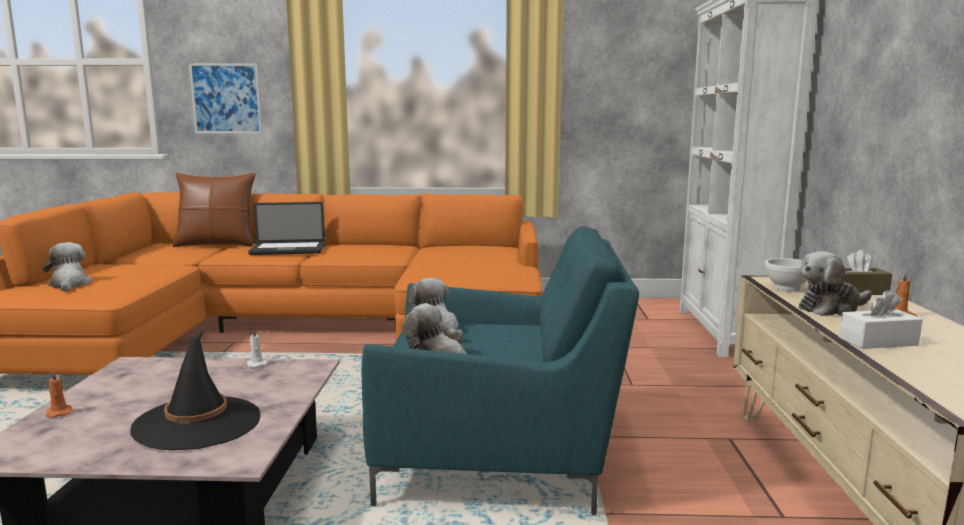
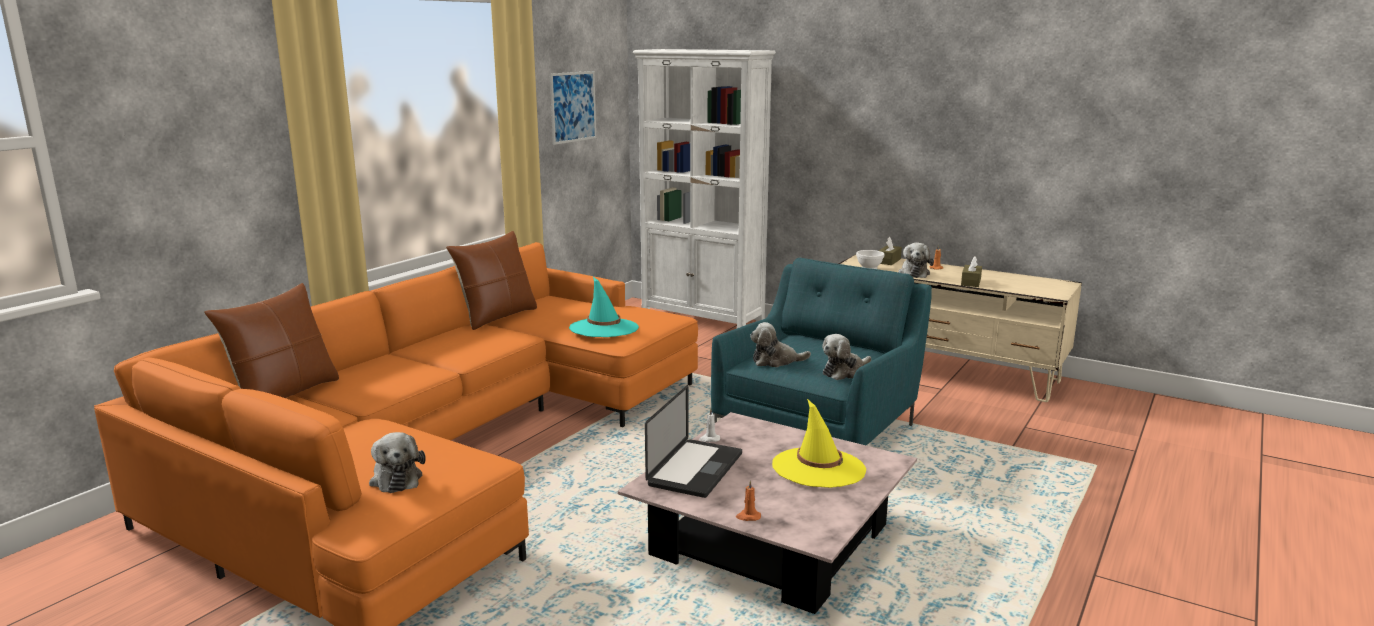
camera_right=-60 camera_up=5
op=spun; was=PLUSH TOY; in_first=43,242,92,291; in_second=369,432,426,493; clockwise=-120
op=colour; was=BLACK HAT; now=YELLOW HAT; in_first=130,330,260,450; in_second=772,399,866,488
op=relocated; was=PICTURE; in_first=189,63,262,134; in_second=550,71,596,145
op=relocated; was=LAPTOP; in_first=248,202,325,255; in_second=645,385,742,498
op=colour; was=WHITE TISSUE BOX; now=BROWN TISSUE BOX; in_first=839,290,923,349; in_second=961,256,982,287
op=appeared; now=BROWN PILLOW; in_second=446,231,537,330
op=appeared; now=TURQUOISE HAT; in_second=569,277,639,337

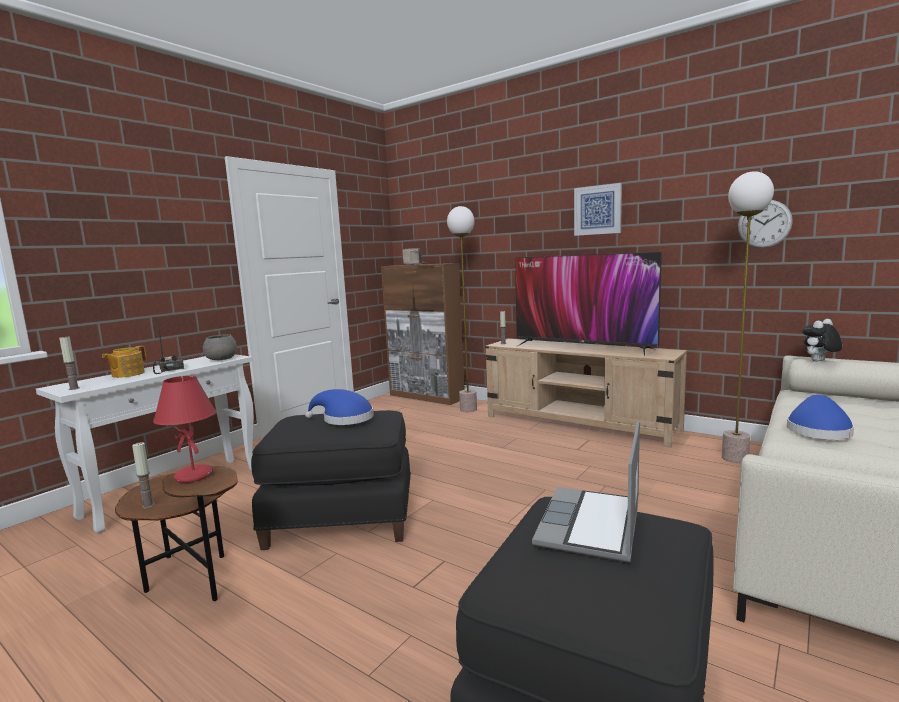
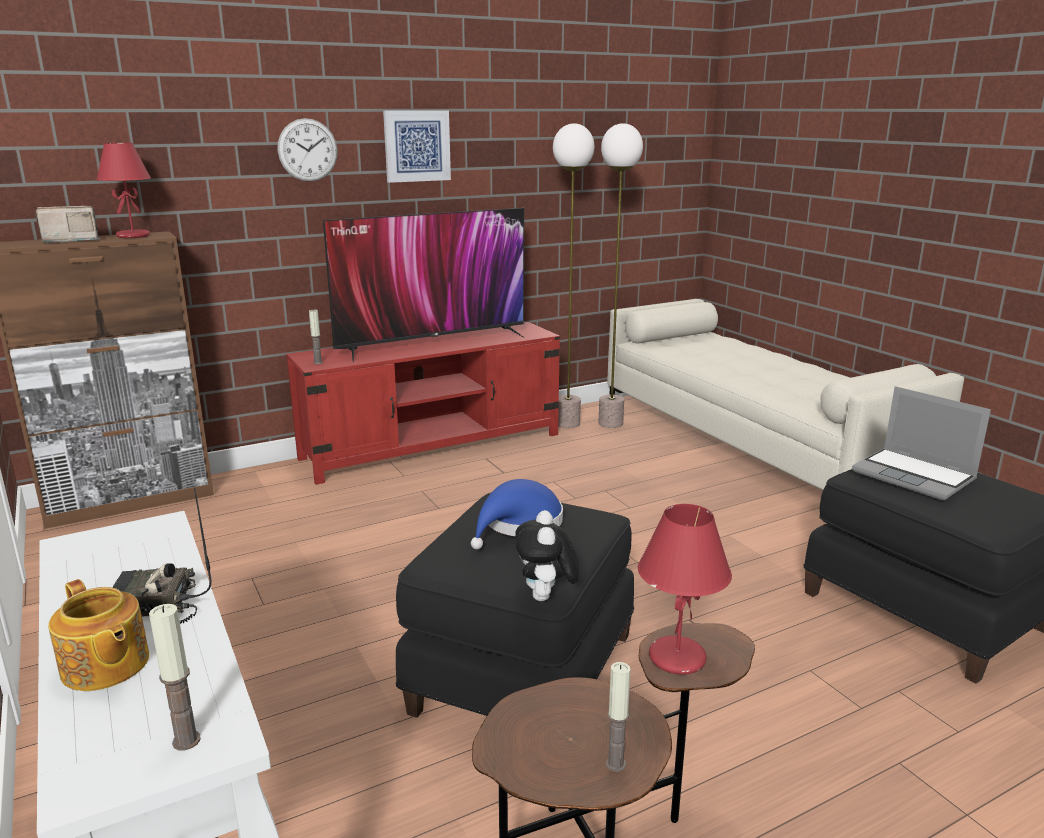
camera_right=-65 camera_up=10
op=missing; was=GREY BOWL; in_first=203,334,237,360
op=relocated; was=FLOOR LAMP; in_first=447,206,477,412; in_second=553,123,594,428
op=colour; was=BEIGE TV STAND; now=RED TV STAND; in_first=485,339,687,448; in_second=286,322,560,485
op=relocated; was=WALL CLOCK; in_first=738,200,793,248; in_second=277,118,338,182
op=missing; was=BLUE HAT; in_first=787,395,854,440
op=relocated; was=PLUSH TOY; in_first=802,319,842,362; in_second=516,510,579,601
op=appeared; now=RED TABLE LAMP; in_second=96,143,151,238

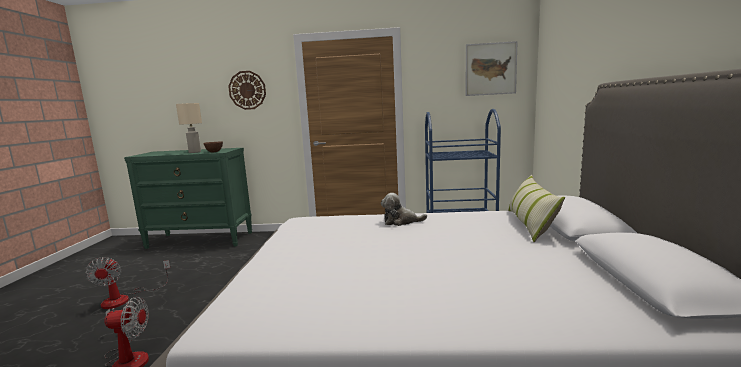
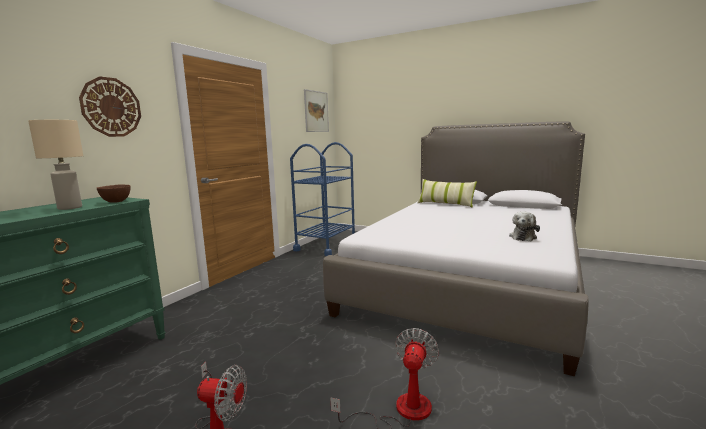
camera_right=-65 camera_up=0
op=relocated; was=PLUSH TOY; in_first=381,193,427,226; in_second=509,211,540,241

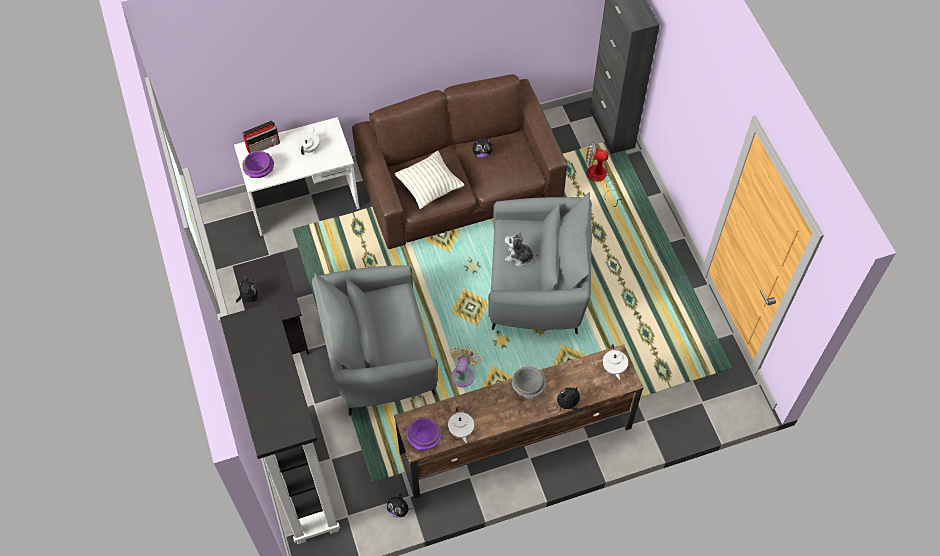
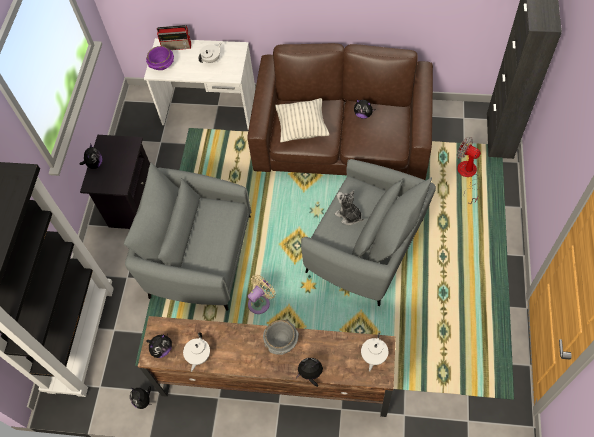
camera_right=30 camera_up=0
op=exchanged; was=PURPLE BOWL; now=PLUSH TOY; in_first=406,417,442,450; in_second=147,334,172,358

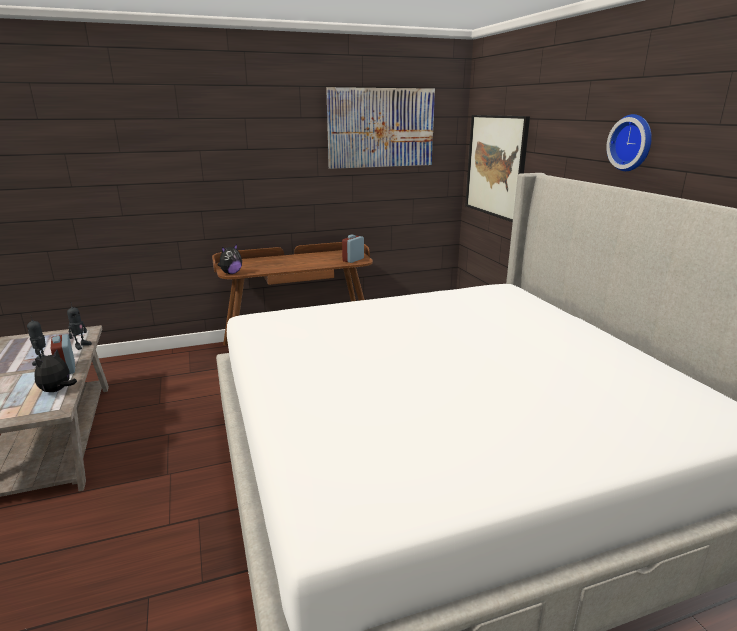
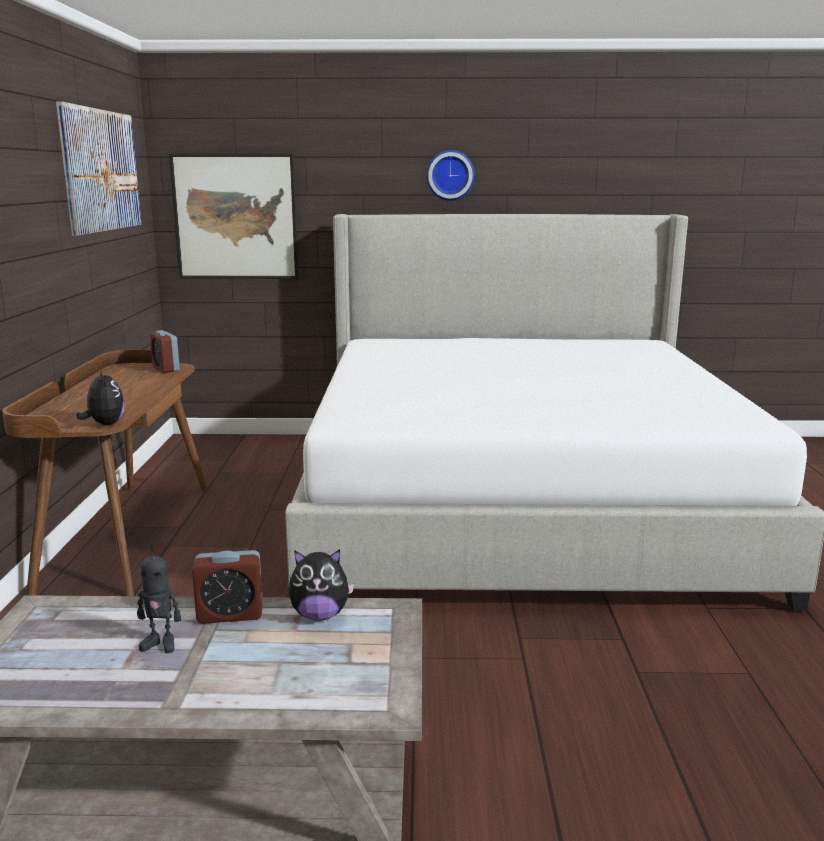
camera_right=-70 camera_up=-5
op=spun; was=PLUSH TOY; in_first=34,349,77,392; in_second=289,549,354,621; clockwise=-45
op=missing; was=TOY ROBOT; in_first=67,304,92,350

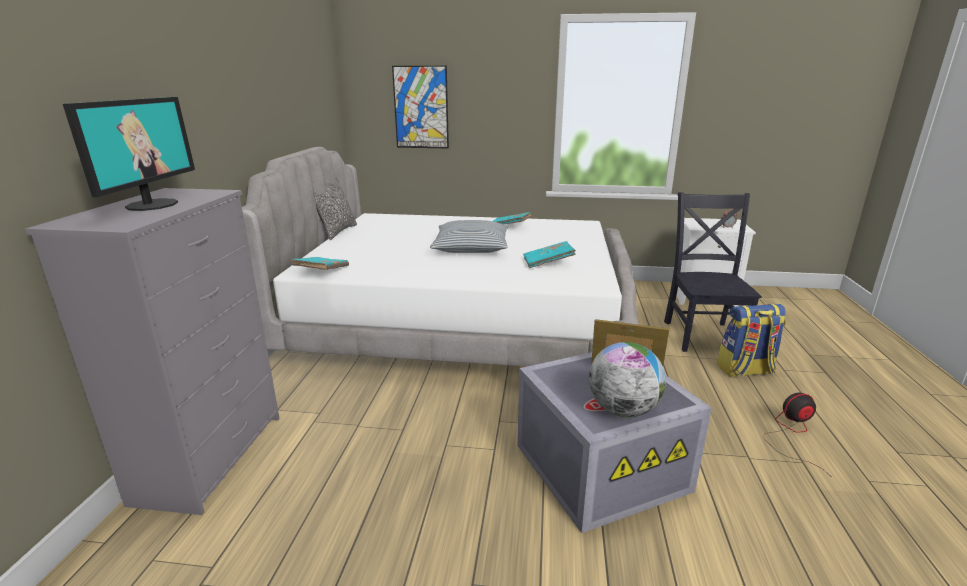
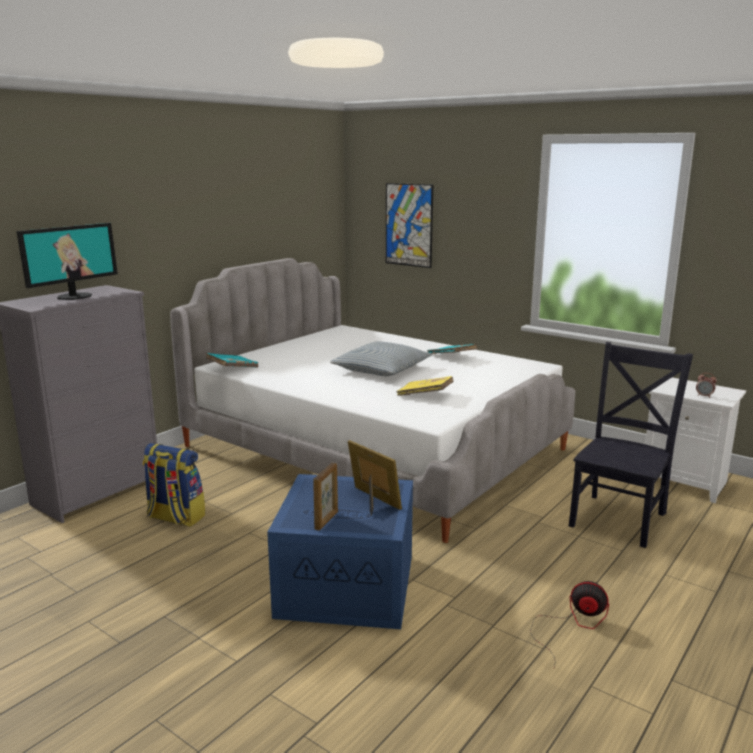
camera_right=30 camera_up=-5
op=missing; was=PILLOW; in_first=314,176,357,240
op=colour; was=GREY STORAGE BOX; now=BLUE STORAGE BOX; in_first=517,352,712,533; in_second=267,474,413,629
op=colour; was=TURQUOISE BOOK; now=YELLOW BOOK; in_first=523,241,576,268; in_second=397,376,454,396
op=exchanged; was=GLOBE; now=PICTURE FRAME; in_first=589,342,666,417; in_second=313,463,338,531
op=relocated; was=BACKPACK; in_first=717,304,786,377; in_second=143,443,205,527

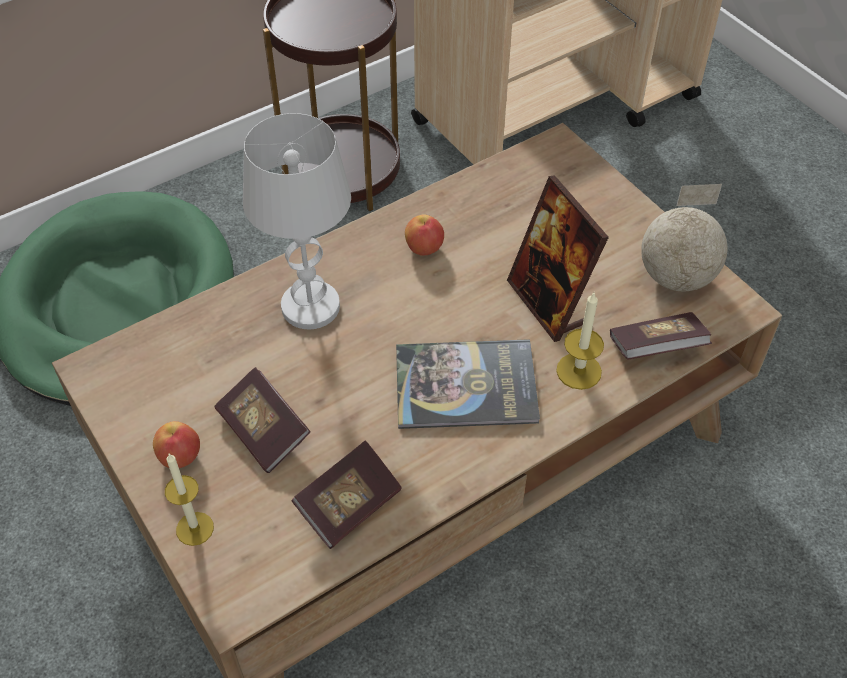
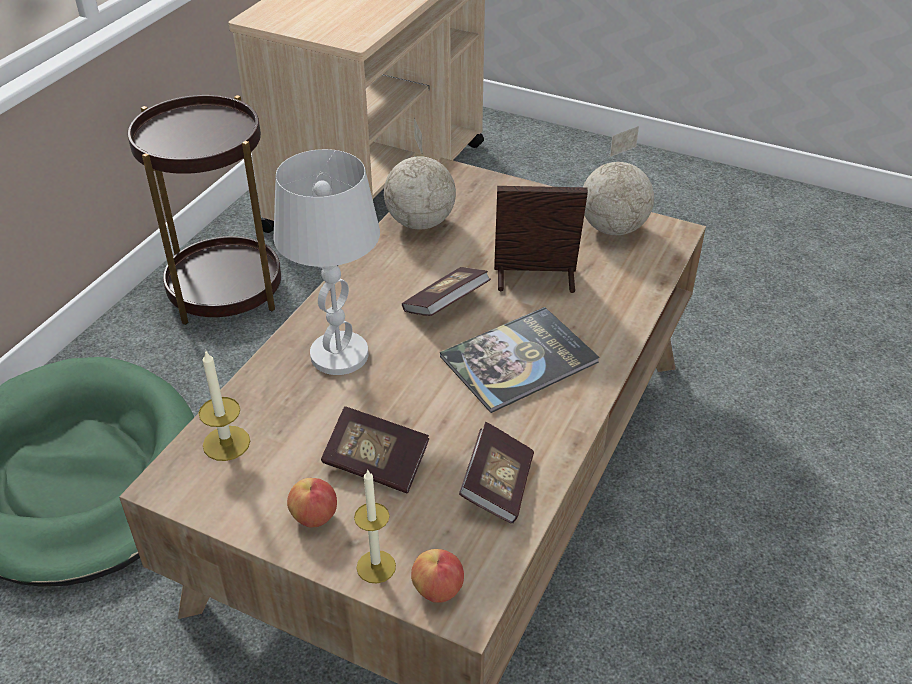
camera_right=-30 camera_up=-10
op=relocated; was=APPLE; in_first=405,214,444,256; in_second=411,549,464,603
op=spun; was=PICTURE FRAME; in_first=507,175,609,342; in_second=494,186,588,293; clockwise=150
op=relocated; was=CANDLE; in_first=556,291,604,390; in_second=199,351,250,461
op=relocated; was=BOOK; in_first=610,312,712,360; in_second=402,267,491,316
op=appeared; now=GLOBE; in_second=384,118,456,229

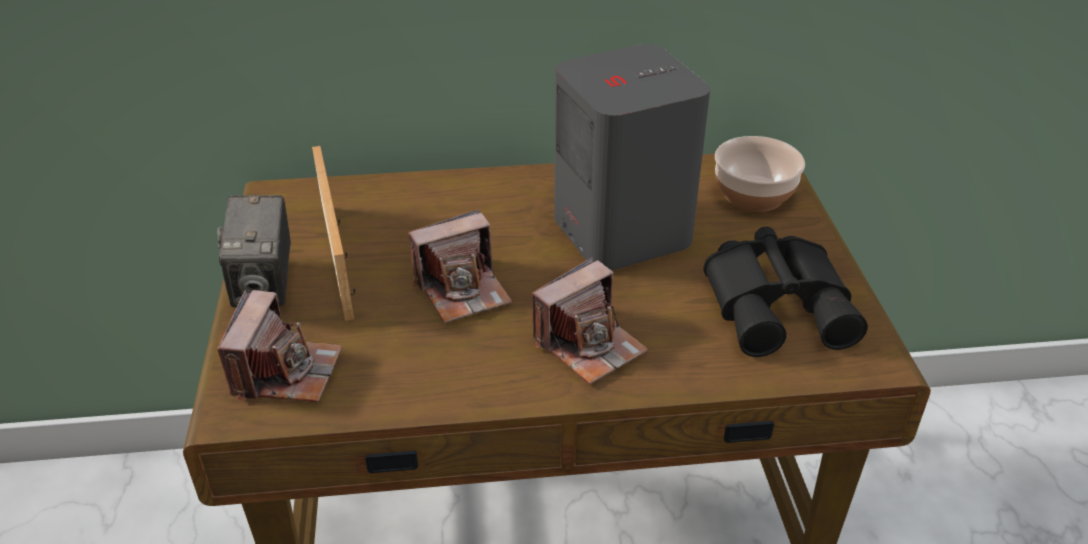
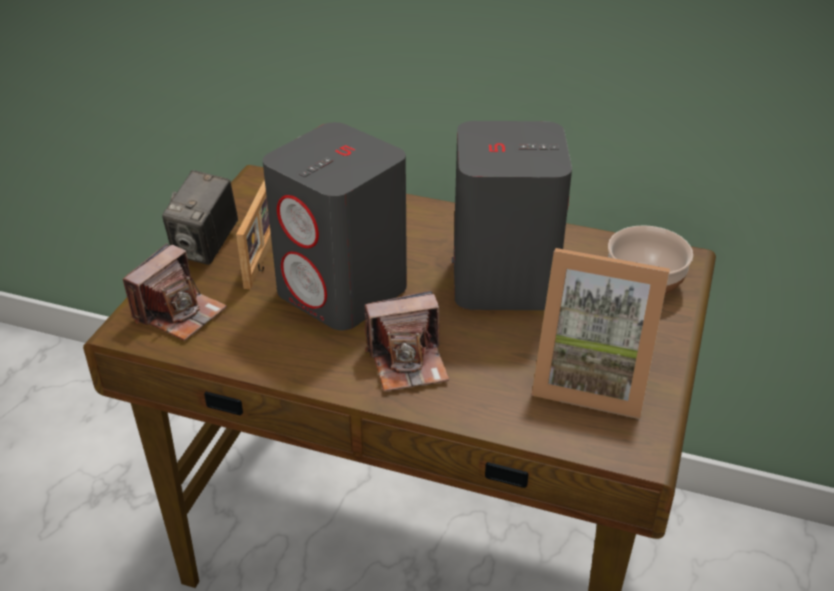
camera_right=25 camera_up=0
op=exchanged; was=PHOTO CAMERA; now=GREY SPEAKER; in_first=408,210,512,323; in_second=263,122,407,331
op=exchanged; was=BLACK BINOCULARS; now=PICTURE FRAME; in_first=704,226,868,357; in_second=531,248,670,419

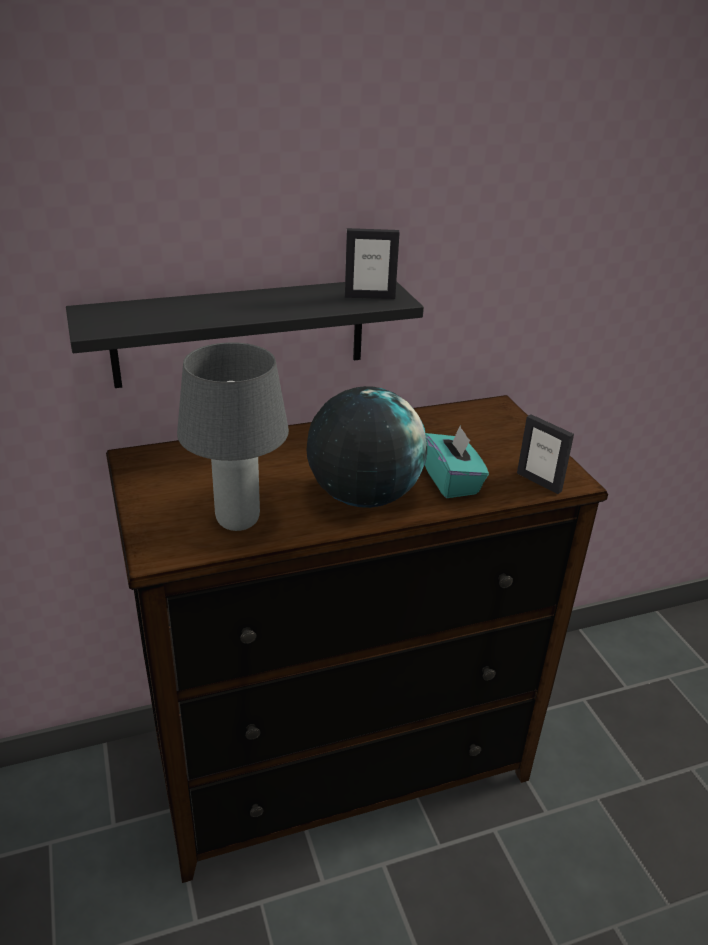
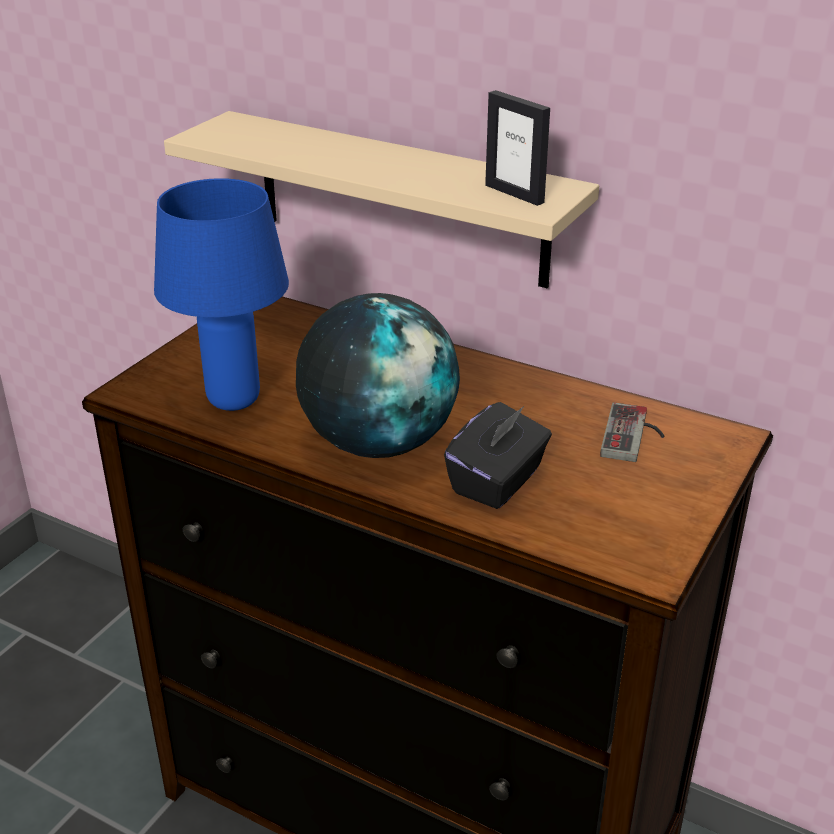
camera_right=50 camera_up=0
op=colour; was=BLACK SHELF; now=BEIGE SHELF; in_first=66,281,424,388; in_second=164,111,599,288
op=colour; was=GREY TABLE LAMP; now=BLUE TABLE LAMP; in_first=177,342,289,531; in_second=154,178,289,411
op=colour; was=TURQUOISE TISSUE BOX; now=BLACK TISSUE BOX; in_first=425,426,489,498; in_second=444,402,552,509
op=missing; was=PICTURE FRAME; in_first=517,414,574,494
op=appeared; now=GAME CONTROLLER; in_second=600,402,665,462

